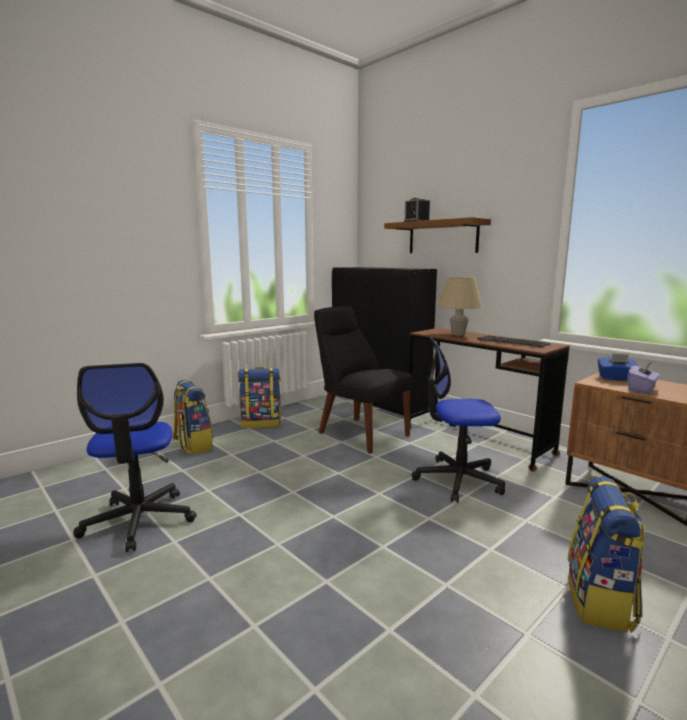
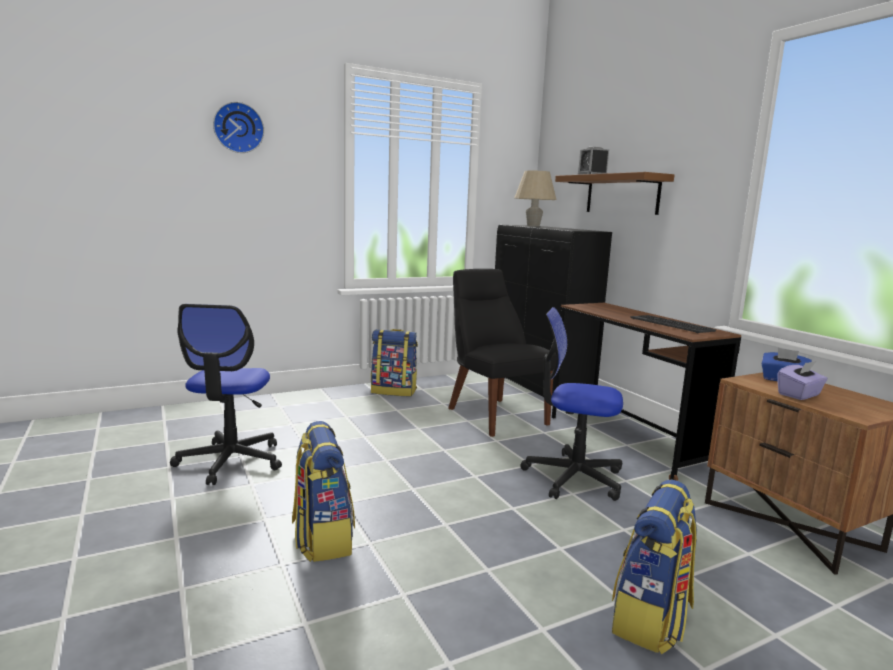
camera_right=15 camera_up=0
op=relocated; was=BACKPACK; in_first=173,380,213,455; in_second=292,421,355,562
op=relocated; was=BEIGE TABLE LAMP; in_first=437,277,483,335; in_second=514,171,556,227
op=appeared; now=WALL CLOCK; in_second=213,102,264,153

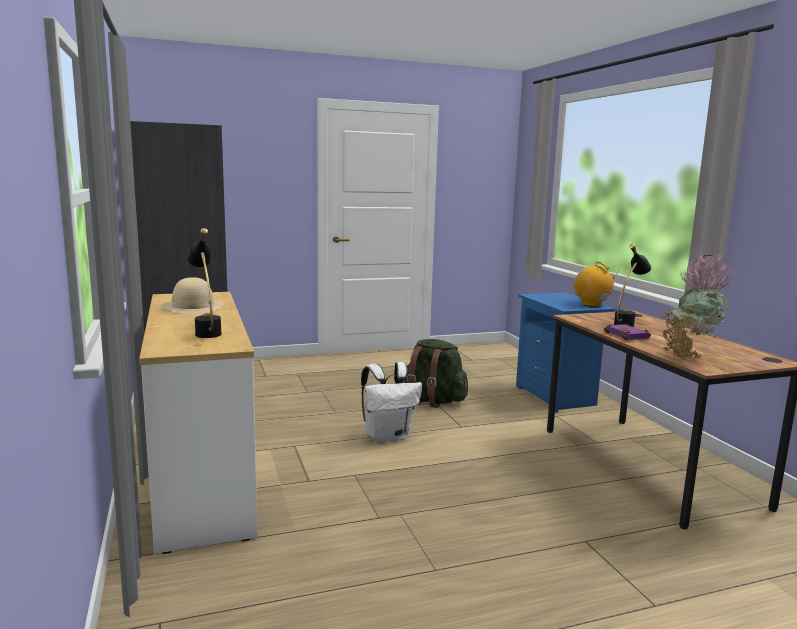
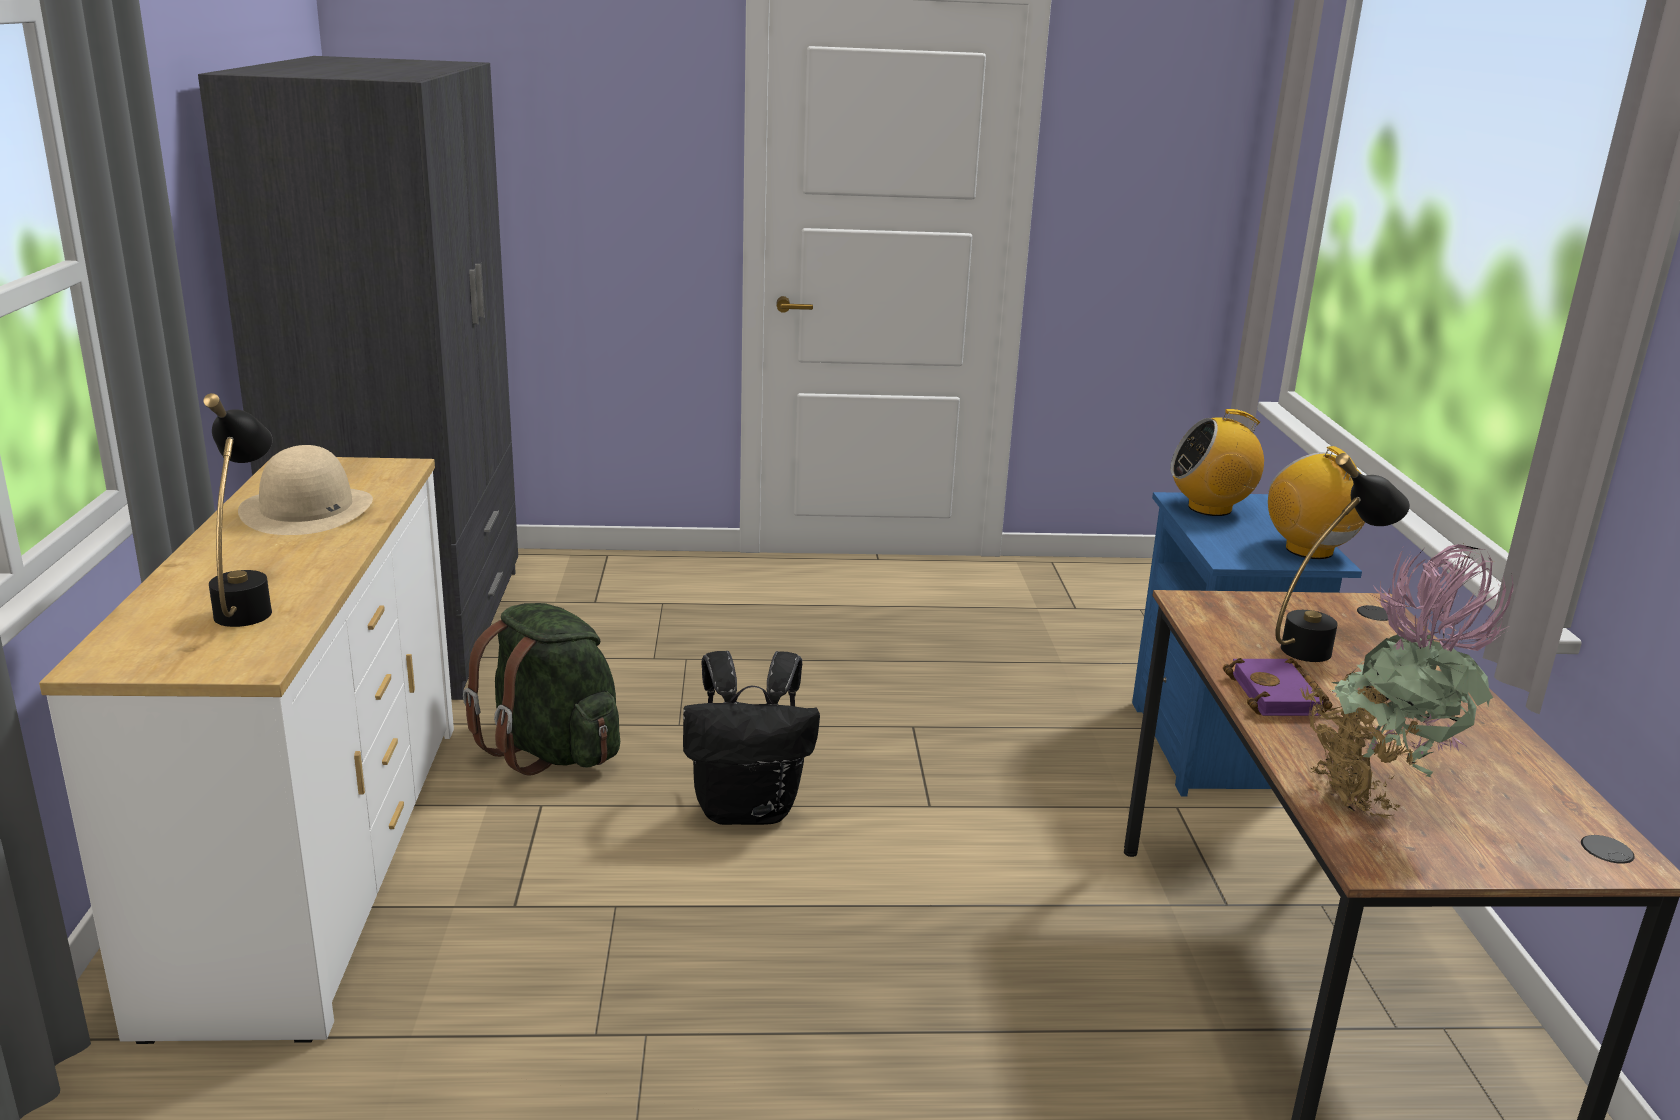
camera_right=15 camera_up=10
op=colour; was=WHITE BACKPACK; now=BLACK BACKPACK; in_first=361,362,422,443; in_second=683,651,820,825
op=relocated; was=GREEN BACKPACK; in_first=404,339,468,408; in_second=463,603,620,775
op=appeared; now=RADIO; in_second=1170,409,1264,516

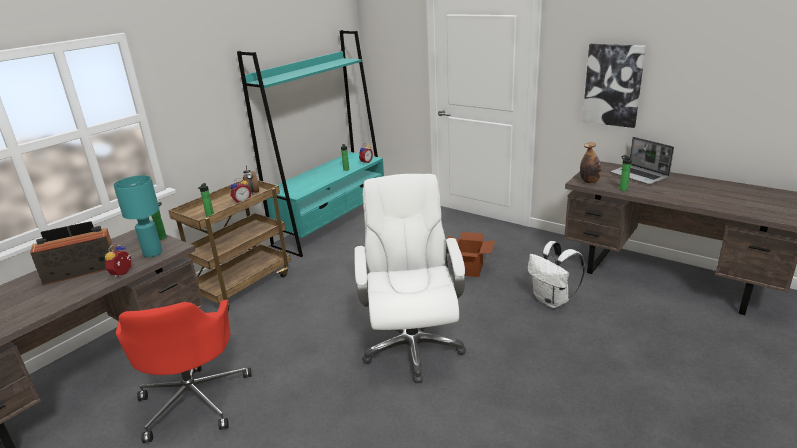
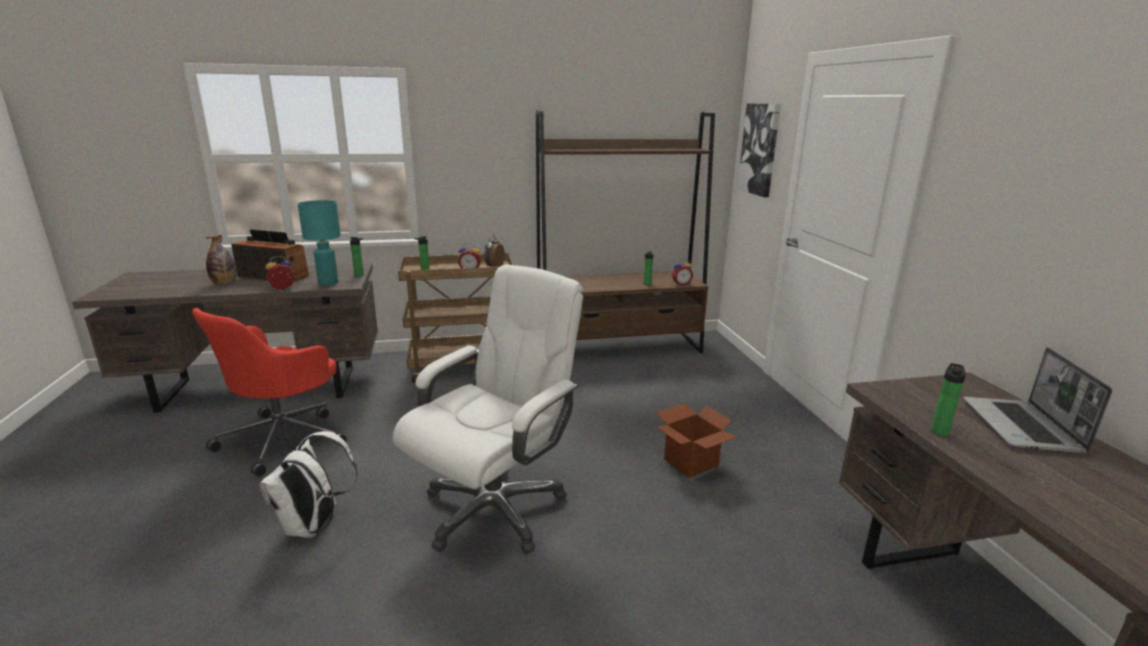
camera_right=40 camera_up=-5
op=colour; was=TURQUOISE BOOKCASE; now=BROWN BOOKCASE; in_first=237,30,384,257; in_second=536,110,715,353
op=relocated; was=WHITE BACKPACK; in_first=528,241,585,308; in_second=259,431,358,538
op=relocated; was=BOTTLE; in_first=580,142,601,183; in_second=206,235,236,285
op=relocated; was=PICTURE; in_first=582,44,646,128; in_second=737,103,781,197

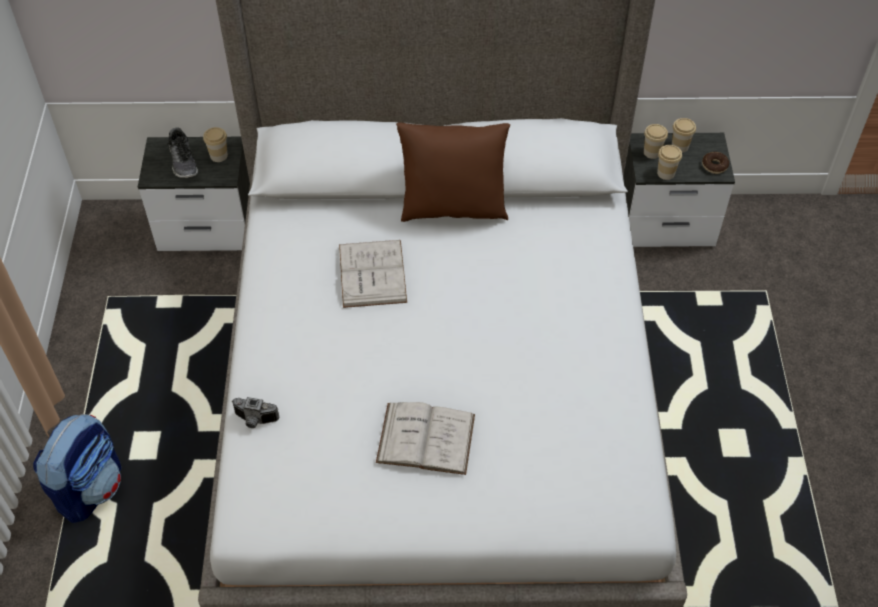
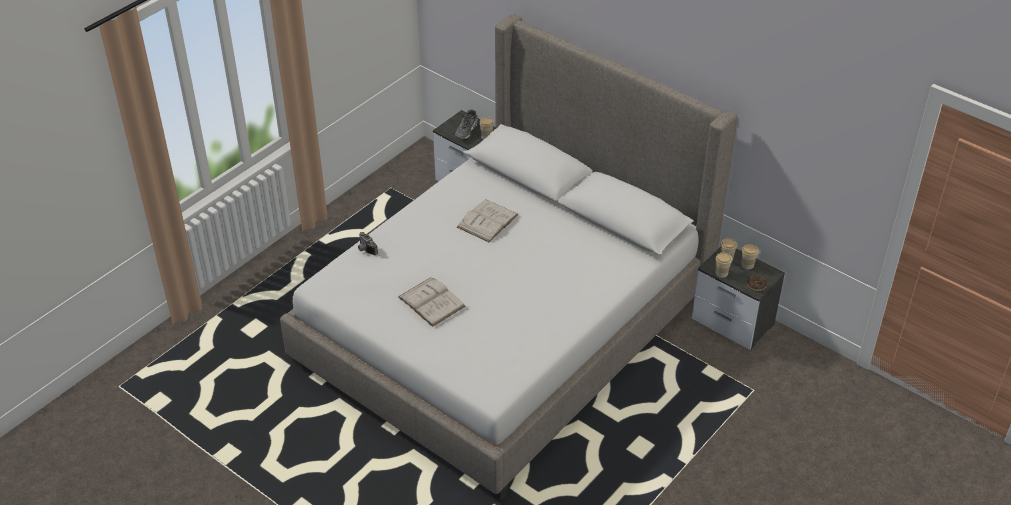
camera_right=40 camera_up=-10
op=missing; was=BACKPACK; in_first=33,414,122,523
op=missing; was=BROWN PILLOW; in_first=396,122,510,222

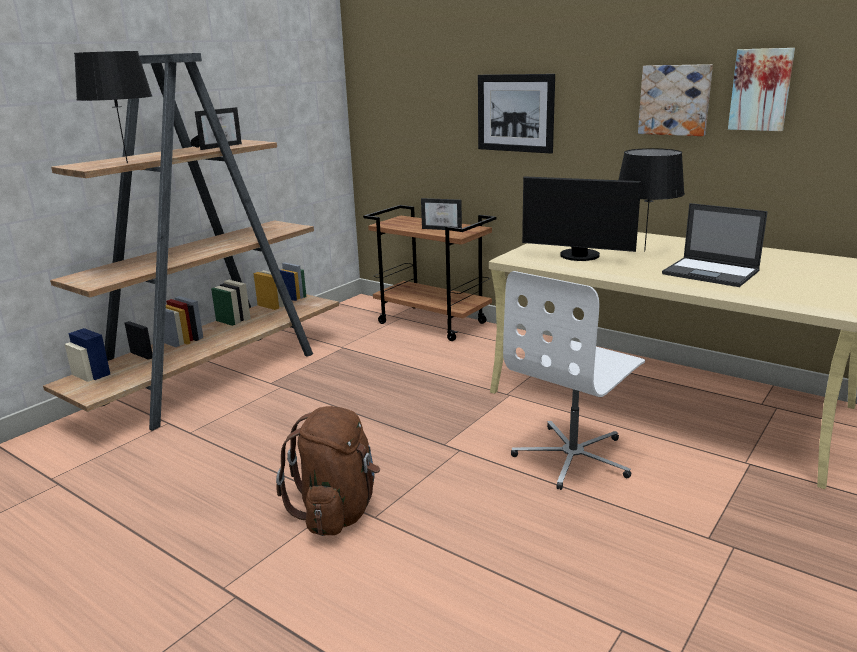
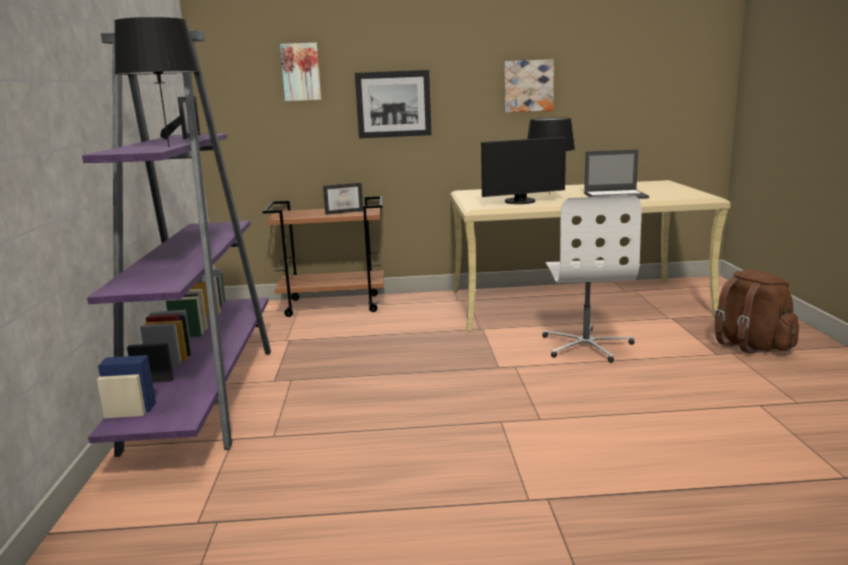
camera_right=-40 camera_up=-5
op=colour; was=BROWN BOOKCASE; now=PURPLE BOOKCASE; in_first=43,53,339,431; in_second=82,30,271,457
op=relocated; was=BROWN BACKPACK; in_first=276,406,380,536; in_second=714,270,799,354
op=relocated; was=PICTURE; in_first=728,48,795,131; in_second=280,43,321,101

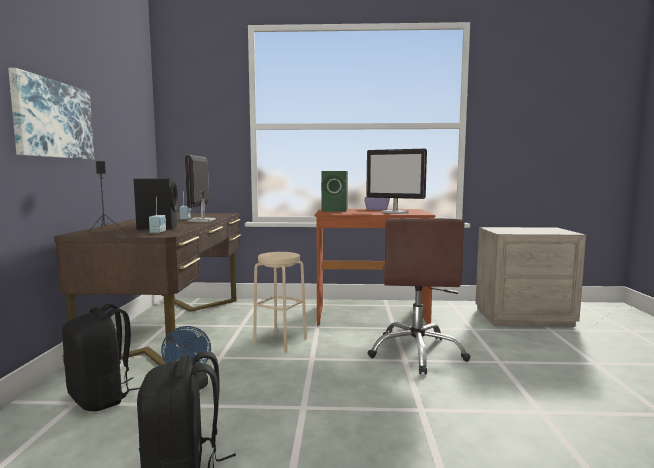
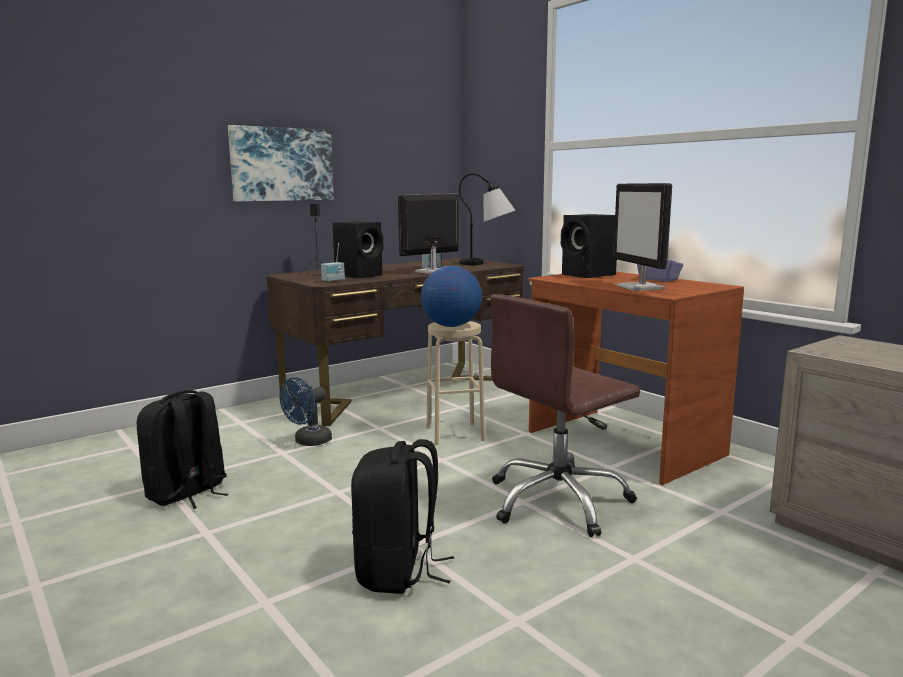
camera_right=50 camera_up=5
op=relocated; was=BLACK BACKPACK; in_first=62,304,140,411; in_second=351,439,454,594
op=colour; was=GREEN SPEAKER; now=BLACK SPEAKER; in_first=321,171,348,212; in_second=561,214,617,278
op=appeared; now=GLOBE; in_second=421,266,482,327
op=appeared; now=TABLE LAMP; in_second=459,173,516,265

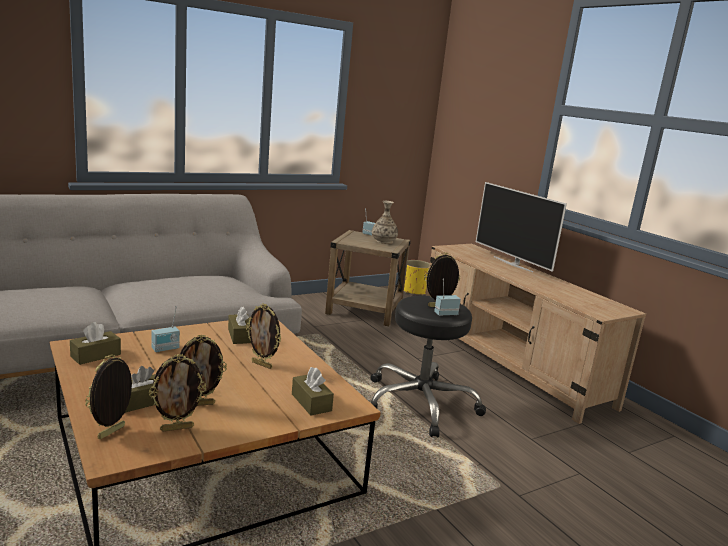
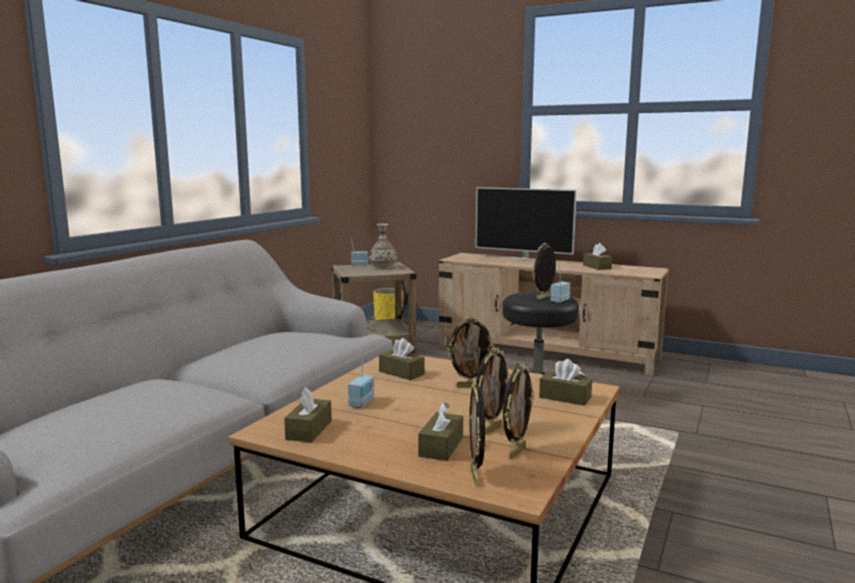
camera_right=-30 camera_up=-5
op=appeared; now=BROWN TISSUE BOX; in_second=583,243,612,270

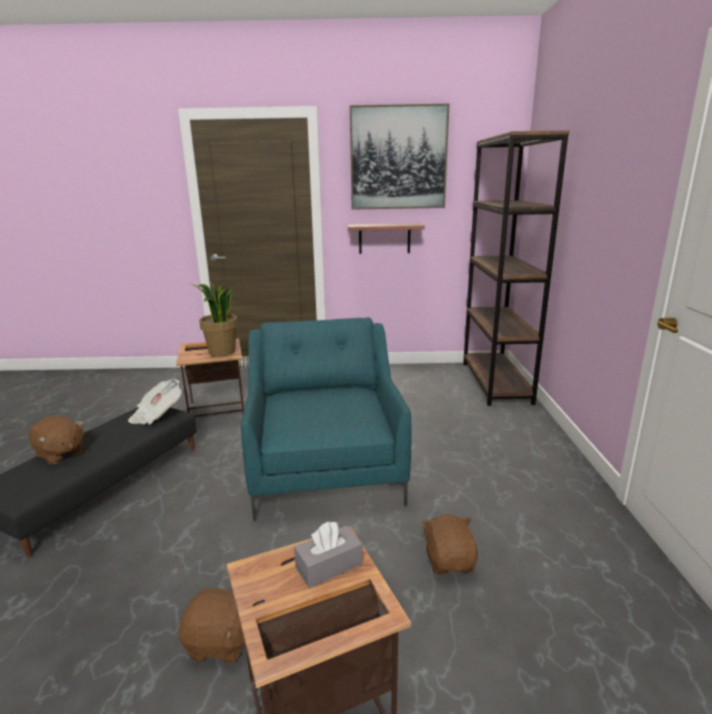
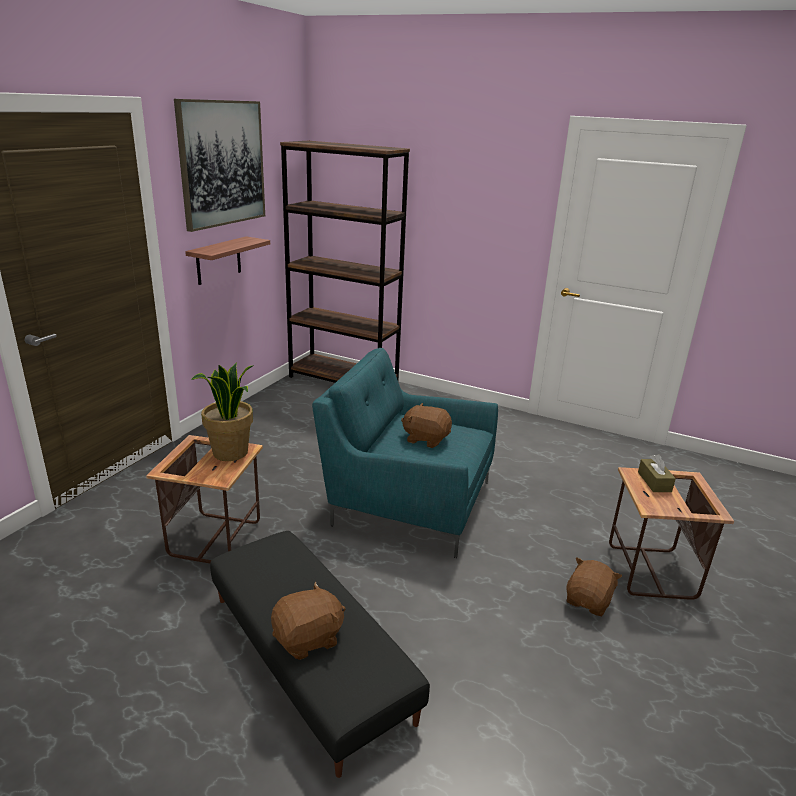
camera_right=-65 camera_up=5
op=missing; was=NEWSPAPER; in_first=128,379,182,425
op=colour; was=GREY TISSUE BOX; now=BROWN TISSUE BOX; in_first=294,521,363,588; in_second=638,454,676,492
op=relocated; was=BROWN PLUSH TOY; in_first=422,515,478,574; in_second=401,403,452,448

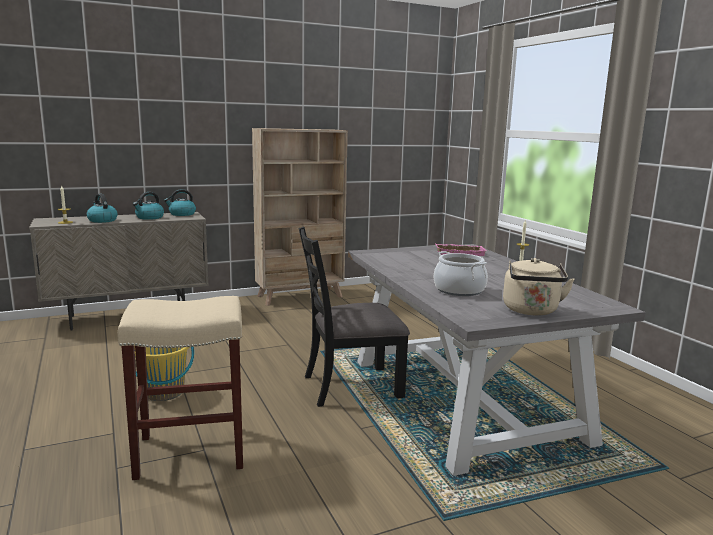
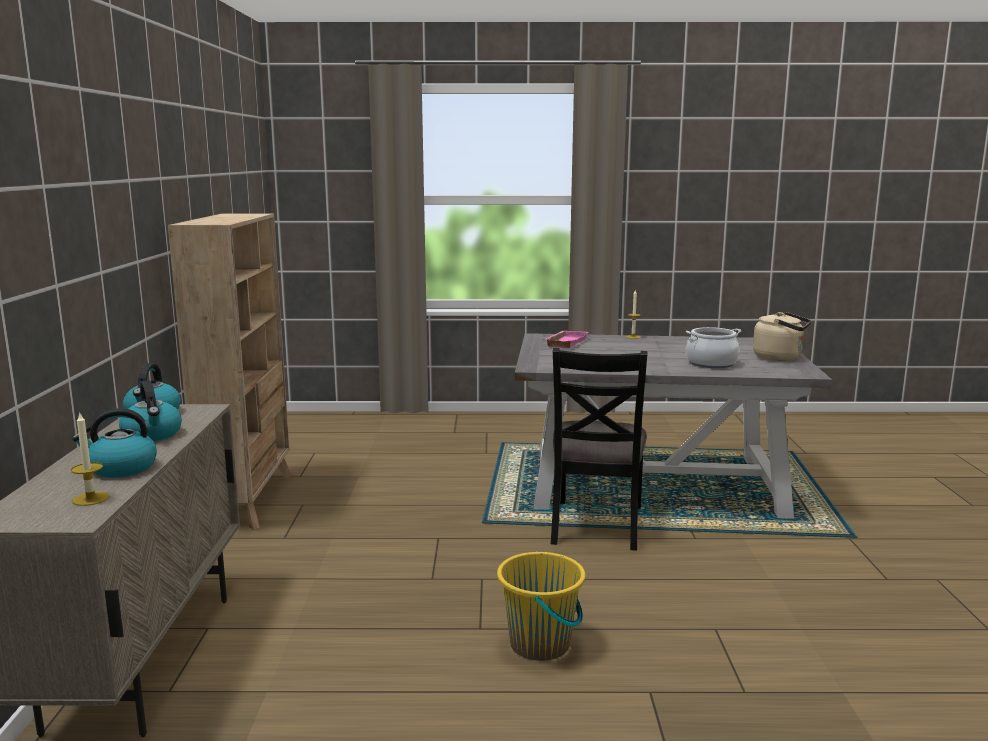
camera_right=-65 camera_up=0
op=missing; was=BEIGE STOOL; in_first=118,296,243,480

